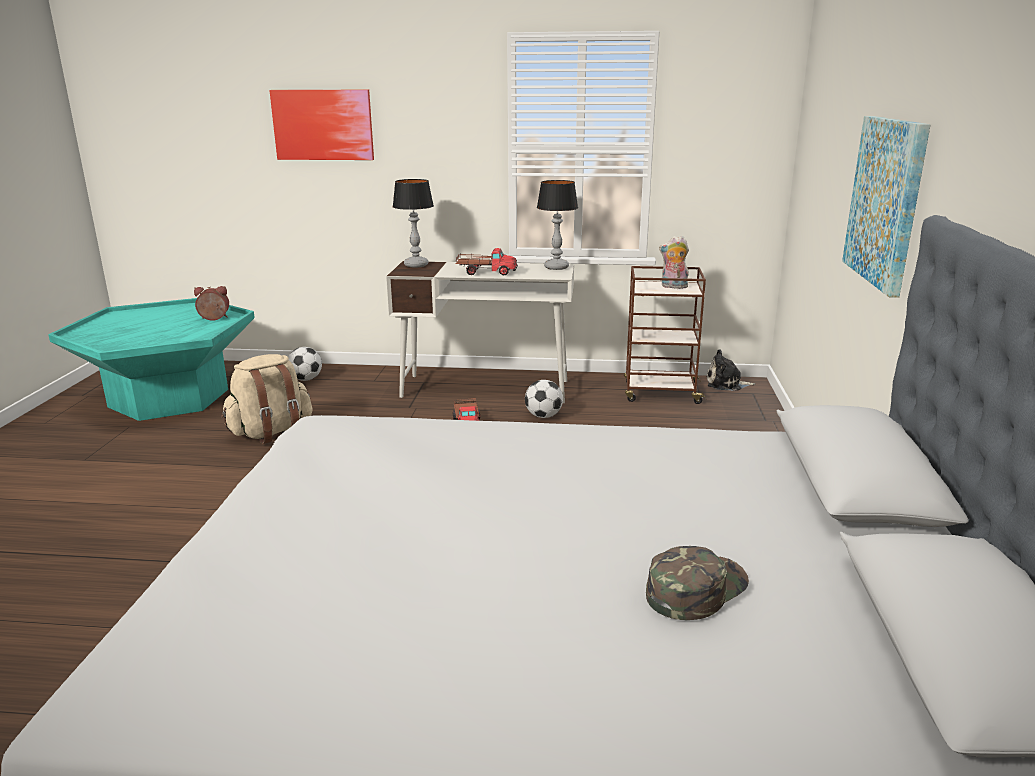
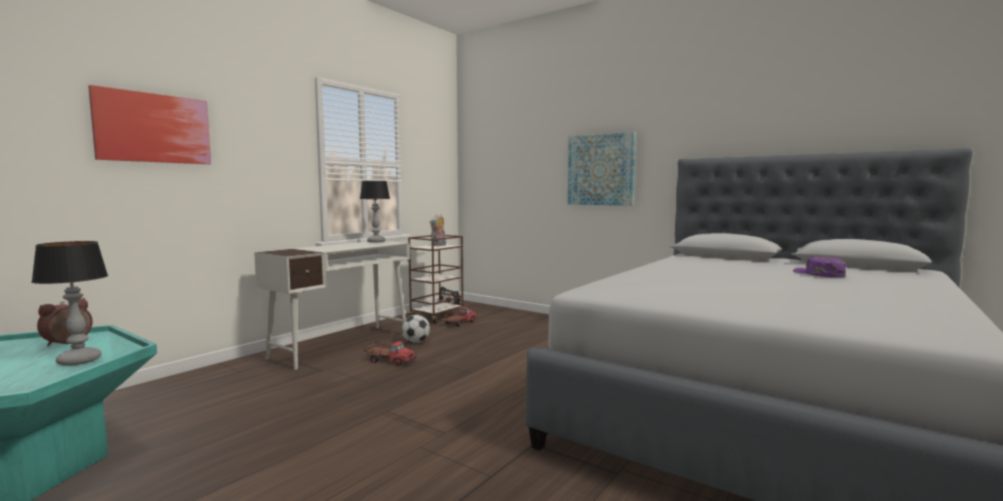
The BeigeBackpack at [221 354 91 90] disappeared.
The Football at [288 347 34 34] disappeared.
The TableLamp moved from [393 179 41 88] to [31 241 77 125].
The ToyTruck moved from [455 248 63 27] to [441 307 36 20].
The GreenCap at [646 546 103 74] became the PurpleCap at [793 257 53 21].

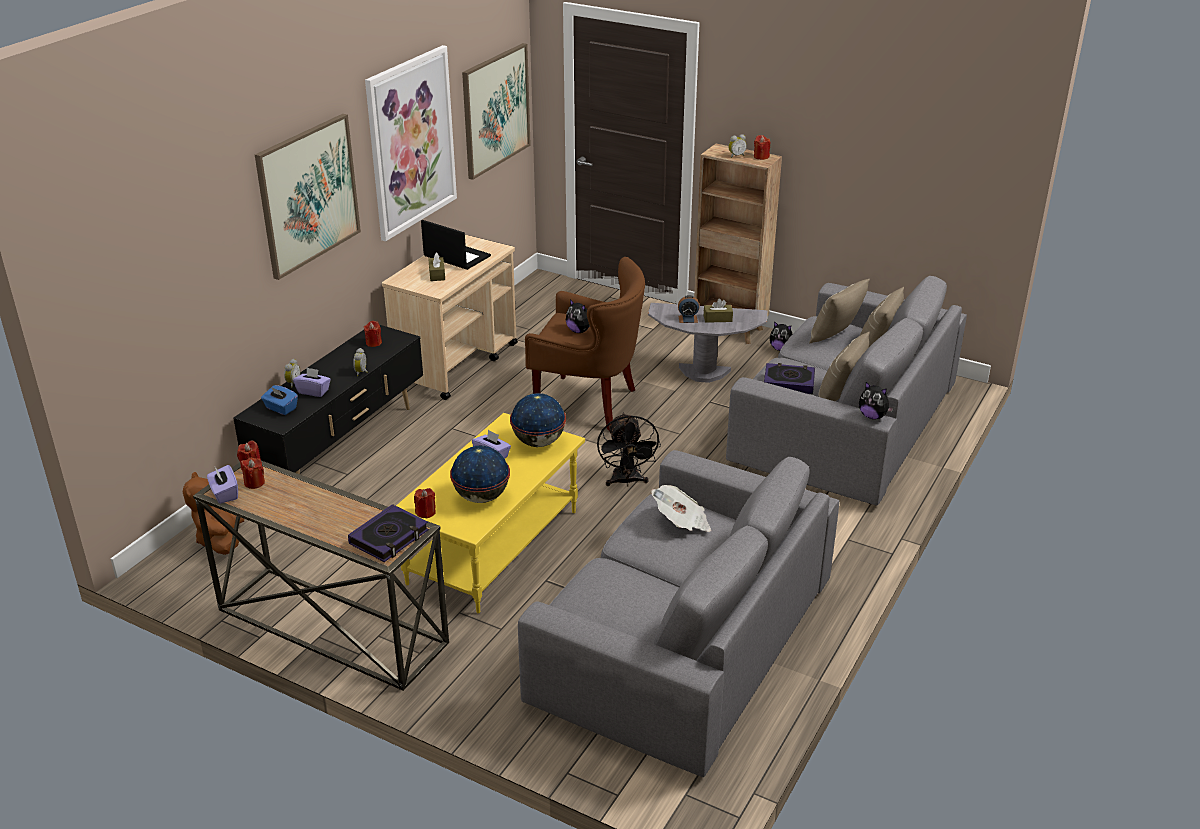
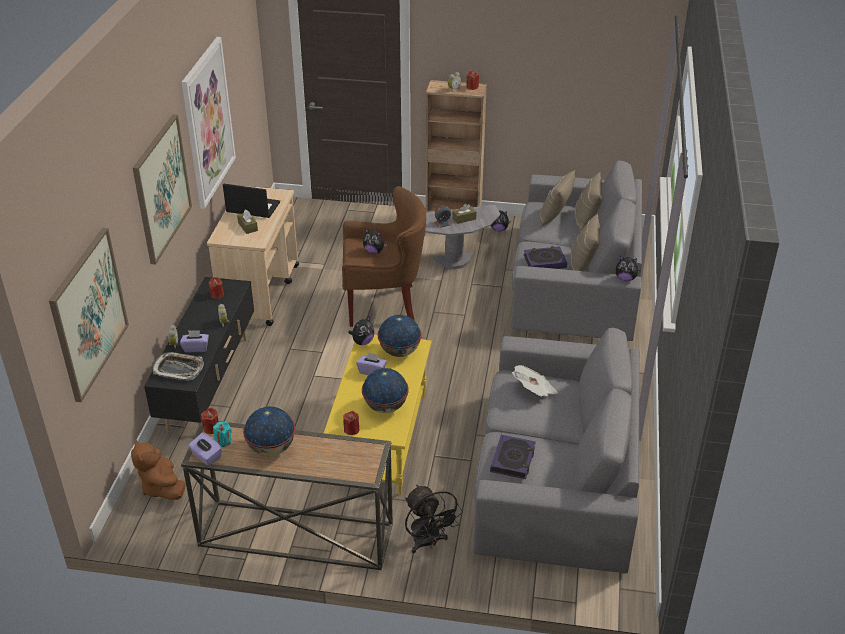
The RedCandle at [241 458 24 31] became the TurquoiseCandle at [213 421 19 26].
The BlueTissueBox at [261 385 37 30] was replaced by the Tray at [153 352 51 29].
The Book moved from [348 504 81 58] to [490 435 46 44].
The Picture moved from [462 43 69 137] to [49 228 80 174].
The BlackFan moved from [597 413 64 73] to [405 485 58 68].
The Globe at [243 406 52 50] appeared.
The PlushToy at [348 316 26 29] appeared.

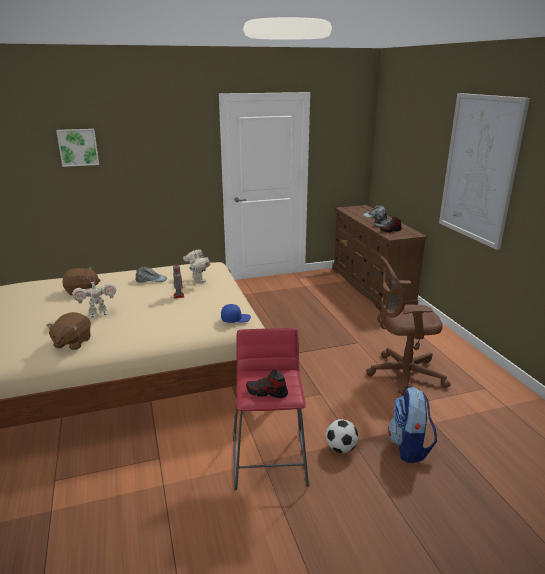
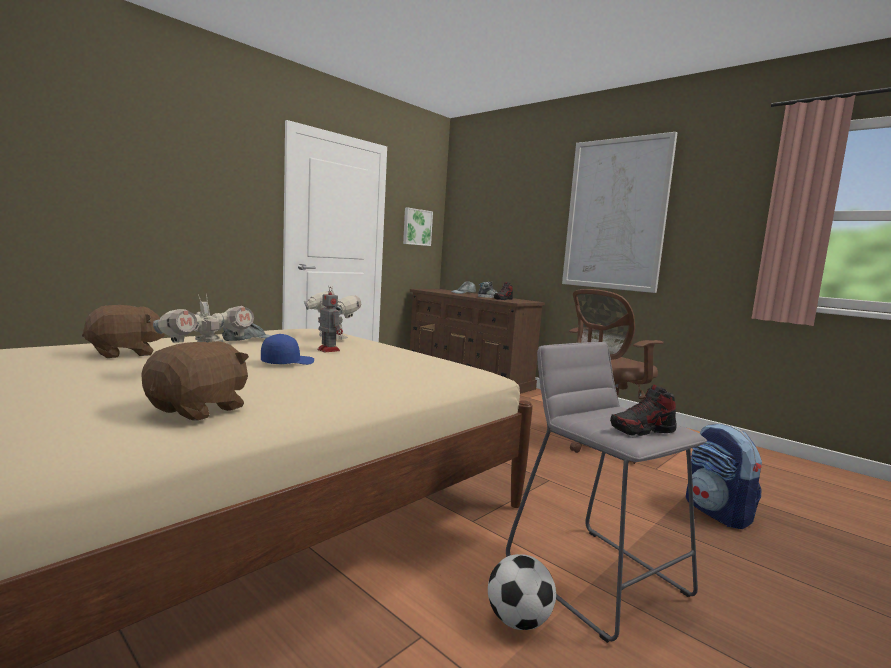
The BrownPlushToy at [46 312 45 38] turned 135 degrees counterclockwise.
The Picture moved from [56 129 43 38] to [403 208 30 38].
The BlueCap moved from [221 304 30 19] to [261 334 53 31].
The RedStool at [233 328 76 162] became the GreyStool at [506 342 201 301].
The Football moved from [325 419 33 34] to [488 554 68 76].

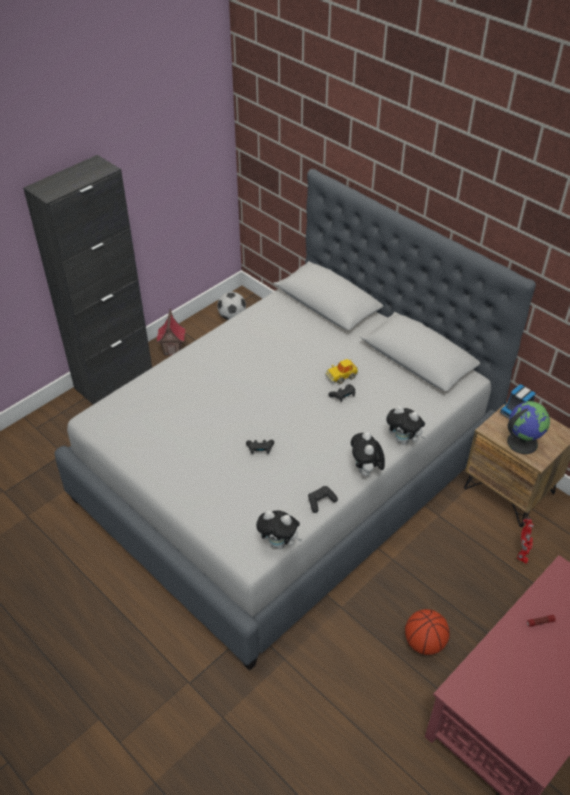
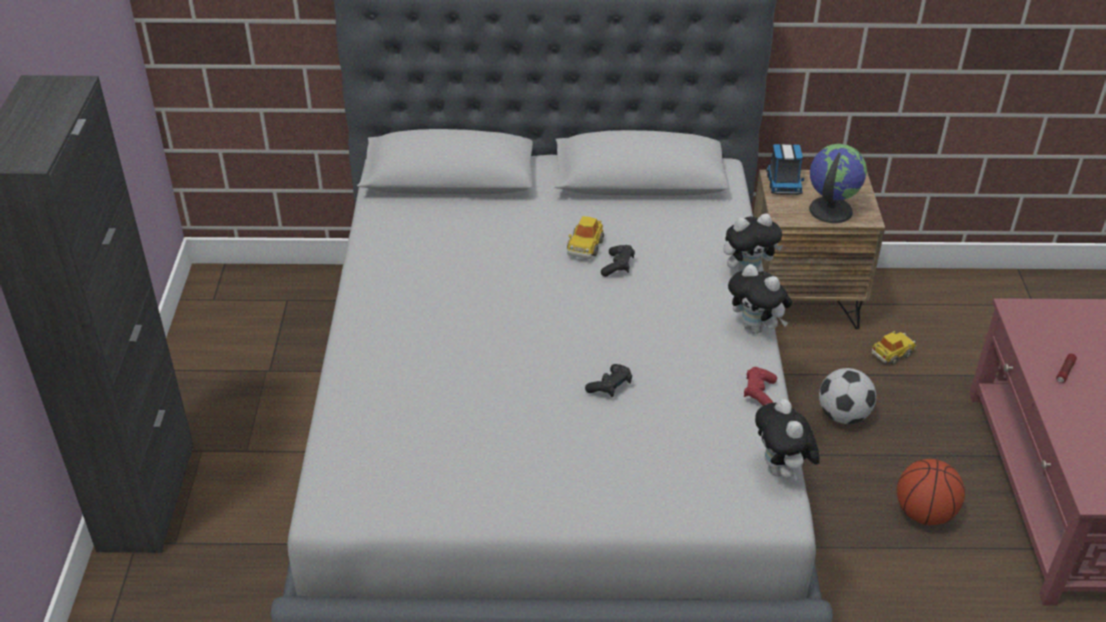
The ToyHouse at [156 309 30 47] disappeared.
The Football moved from [217 292 29 28] to [819 368 57 56].
The PlushToy at [256 510 47 39] turned 105 degrees clockwise.
The BlackGameController at [308 486 30 27] became the RedGameController at [744 367 33 39].
The ToyRobot at [517 517 17 47] was replaced by the ToyCar at [872 331 45 34].

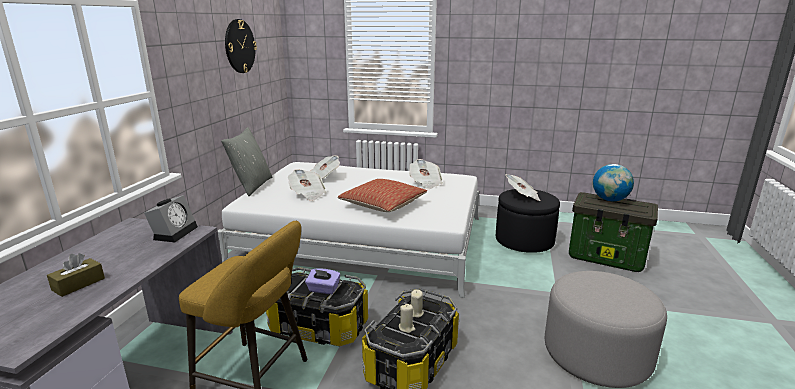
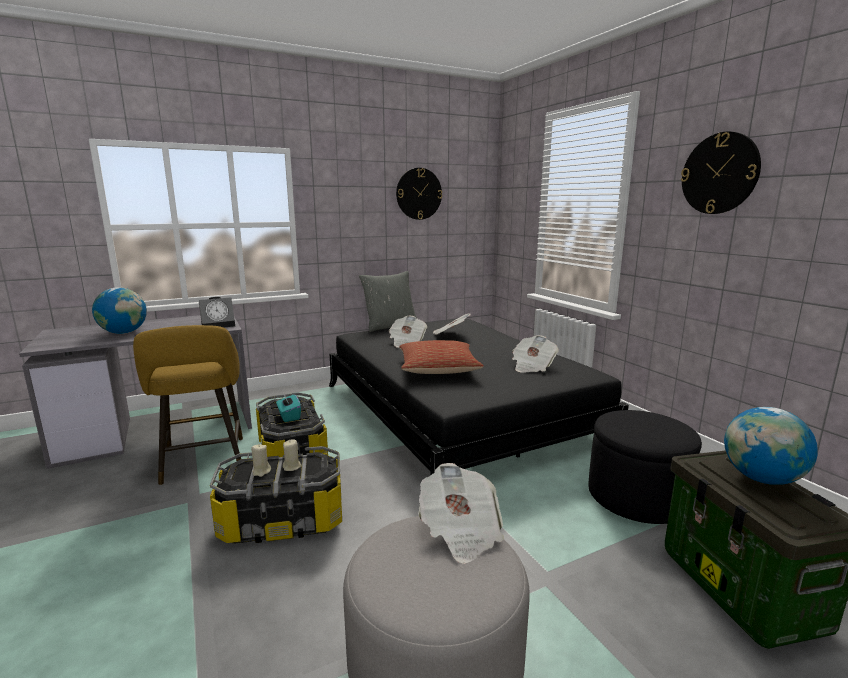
The BrownTissueBox at [47 253 58 44] was replaced by the Globe at [92 287 55 47].
The WhiteBed at [218 162 261 136] became the BlackBed at [329 319 300 156].
The PurpleTissueBox at [305 268 35 26] became the TurquoiseTissueBox at [276 392 25 30].
The Newspaper moved from [505 174 35 27] to [418 463 86 101].
The WallClock at [681 131 80 83] appeared.

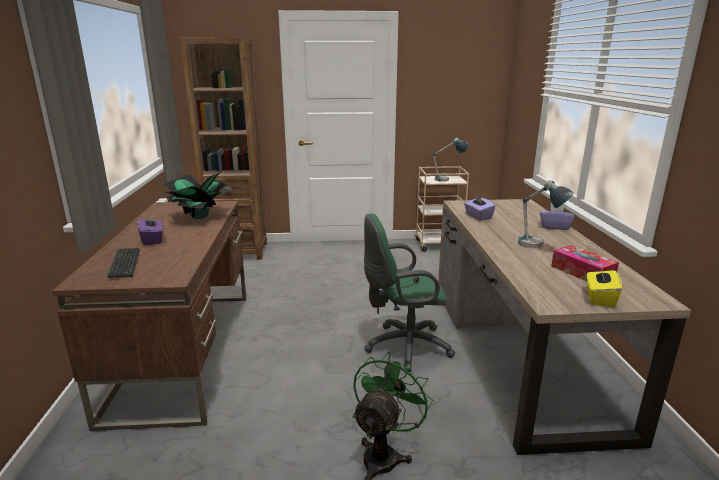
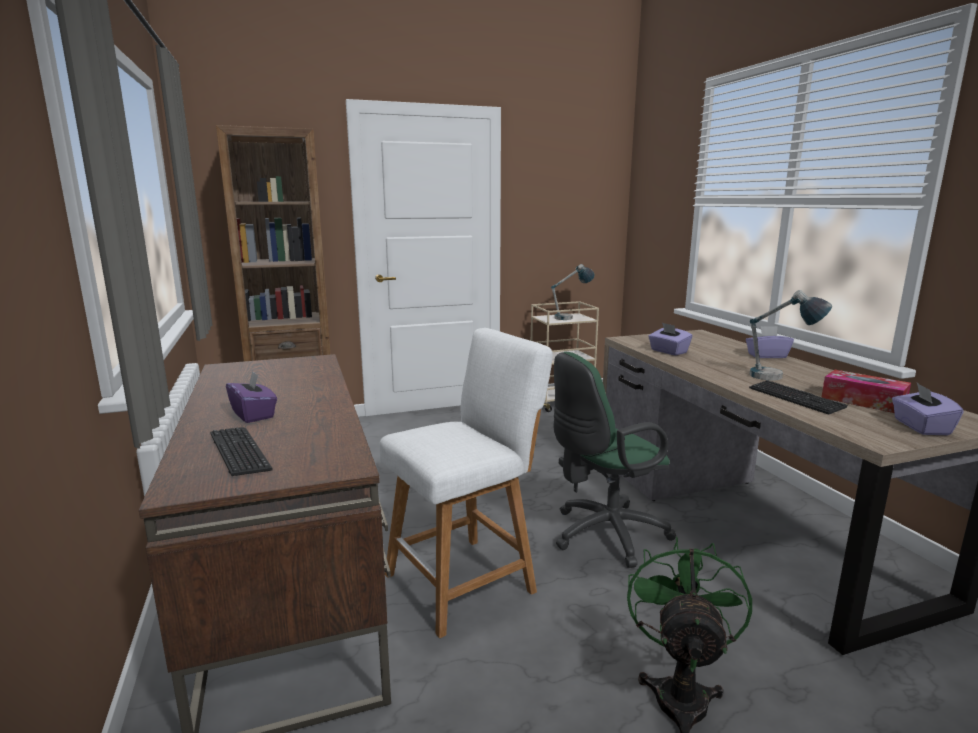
The PottedPlant at [162 170 67 49] disappeared.
The YellowTissueBox at [587 266 35 41] became the PurpleTissueBox at [892 383 72 52].
The WhiteStool at [379 328 174 310] appeared.
The Keyboard at [749 380 99 35] appeared.

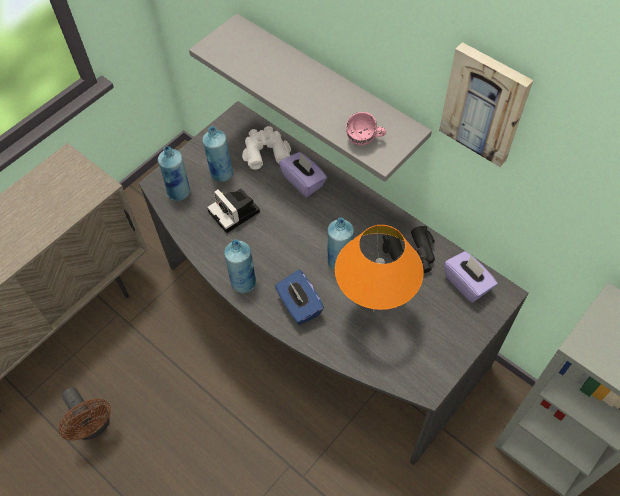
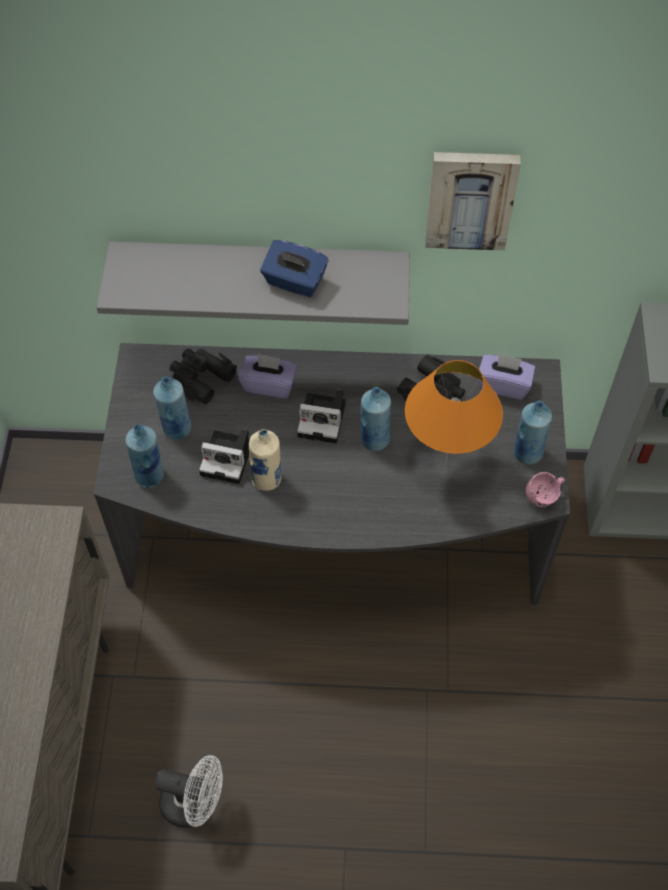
The BrownFan at [59 388 52 52] became the WhiteFan at [155 755 68 73].
The BlueBottle moved from [224 239 32 54] to [514 401 38 63].
The WhiteBinoculars at [242 126 49 44] became the BlackBinoculars at [169 349 68 55].
The BlueTissueBox moved from [275 269 49 56] to [260 240 68 57].
The PinkMug moved from [346 112 40 33] to [526 472 39 35].
The BeigeBottle at [249 429 33 62] appeared.
The PhotoCamera at [297 390 49 53] appeared.

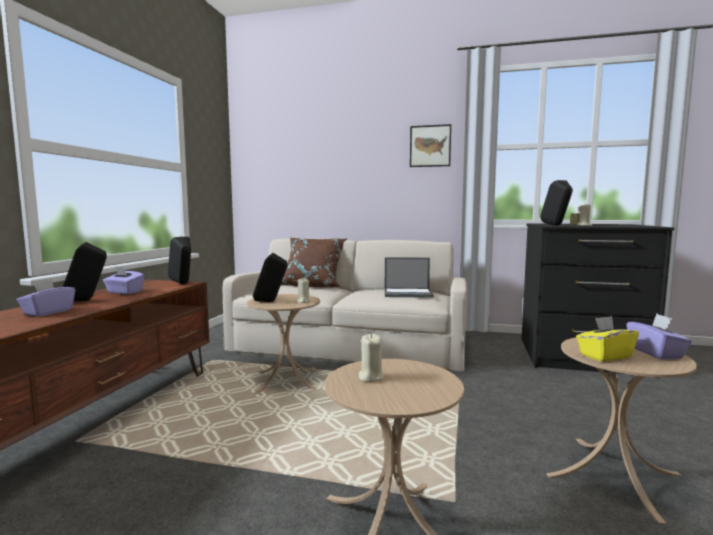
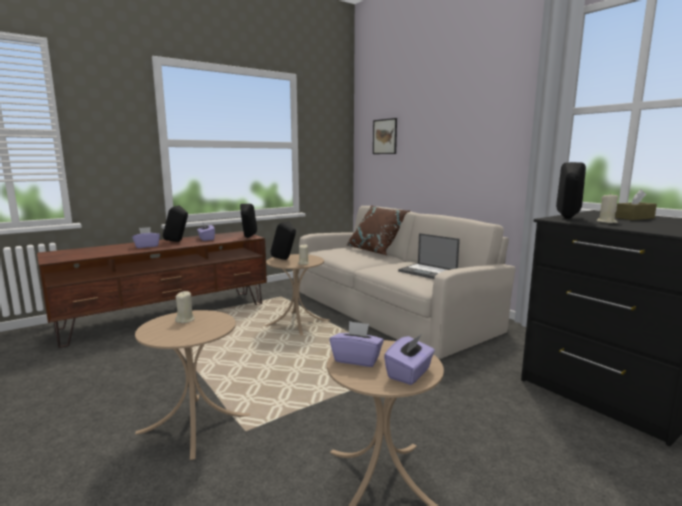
The Picture moved from [410 124 41 43] to [373 118 24 36].
The YellowTissueBox at [576 316 63 46] became the PurpleTissueBox at [330 321 54 46].

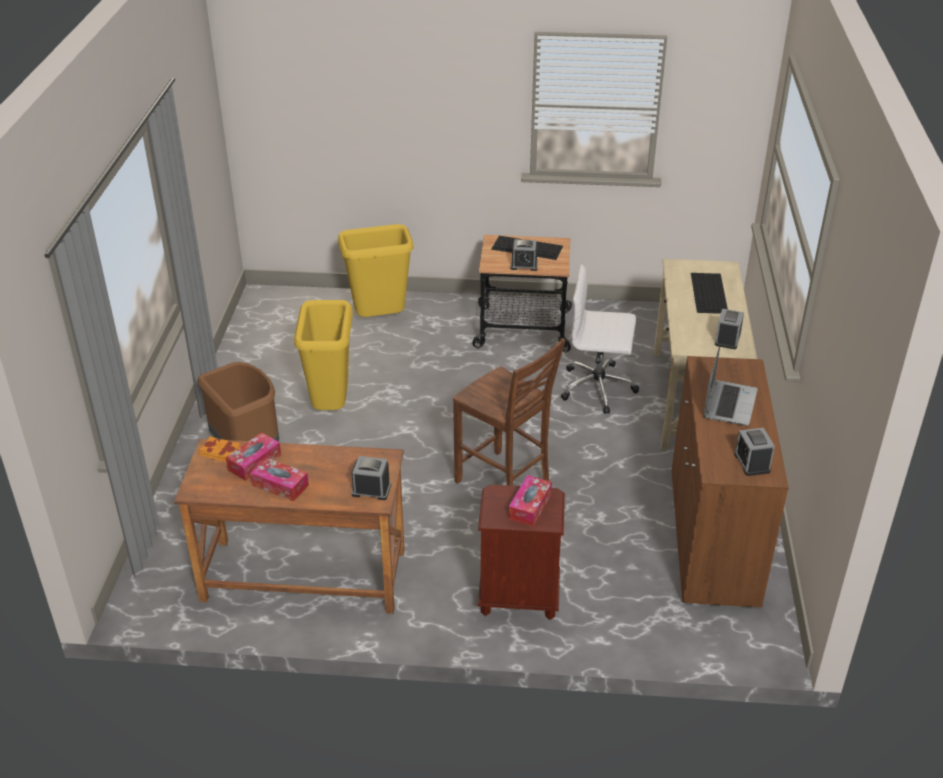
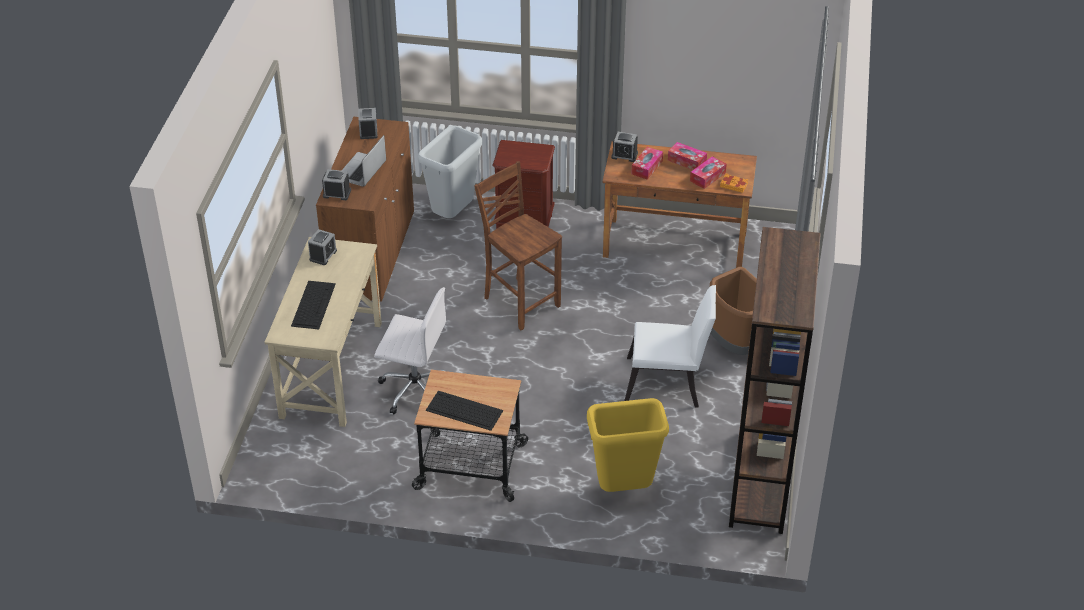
The YellowTrashCan at [294 300 59 110] was replaced by the WhiteChair at [624 285 92 123].
The TissueBox moved from [508 475 44 51] to [631 147 32 33].
The AlarmClock moved from [511 239 27 32] to [322 169 29 31].
The GreyTrashCan at [418 125 64 93] appeared.
The BrownBookcase at [729 227 92 307] appeared.

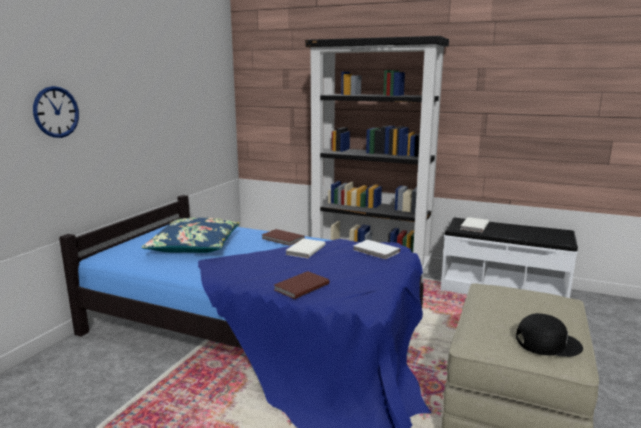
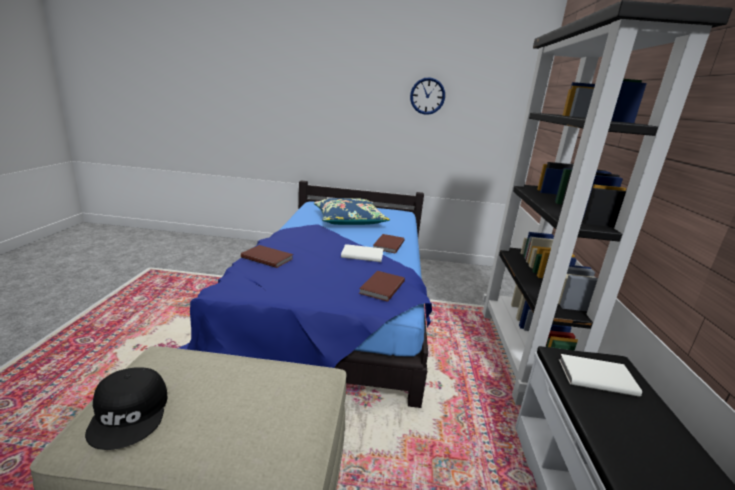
The WallClock moved from [33 86 46 52] to [410 77 35 38].
The WhiteBook at [353 240 47 19] became the BrownBook at [359 271 46 31].

